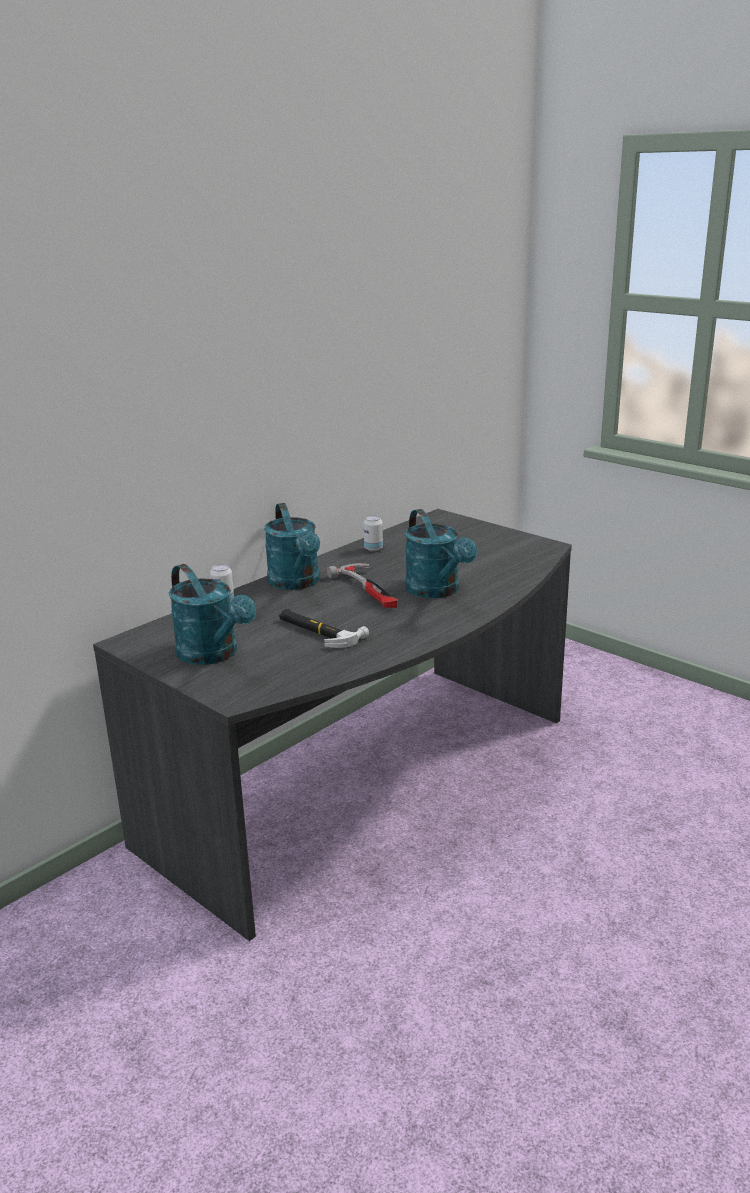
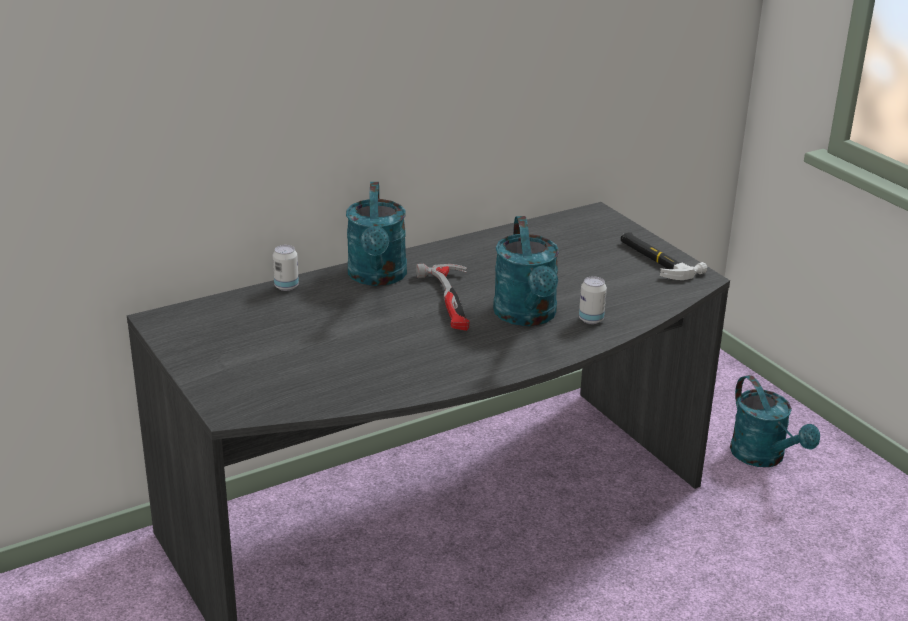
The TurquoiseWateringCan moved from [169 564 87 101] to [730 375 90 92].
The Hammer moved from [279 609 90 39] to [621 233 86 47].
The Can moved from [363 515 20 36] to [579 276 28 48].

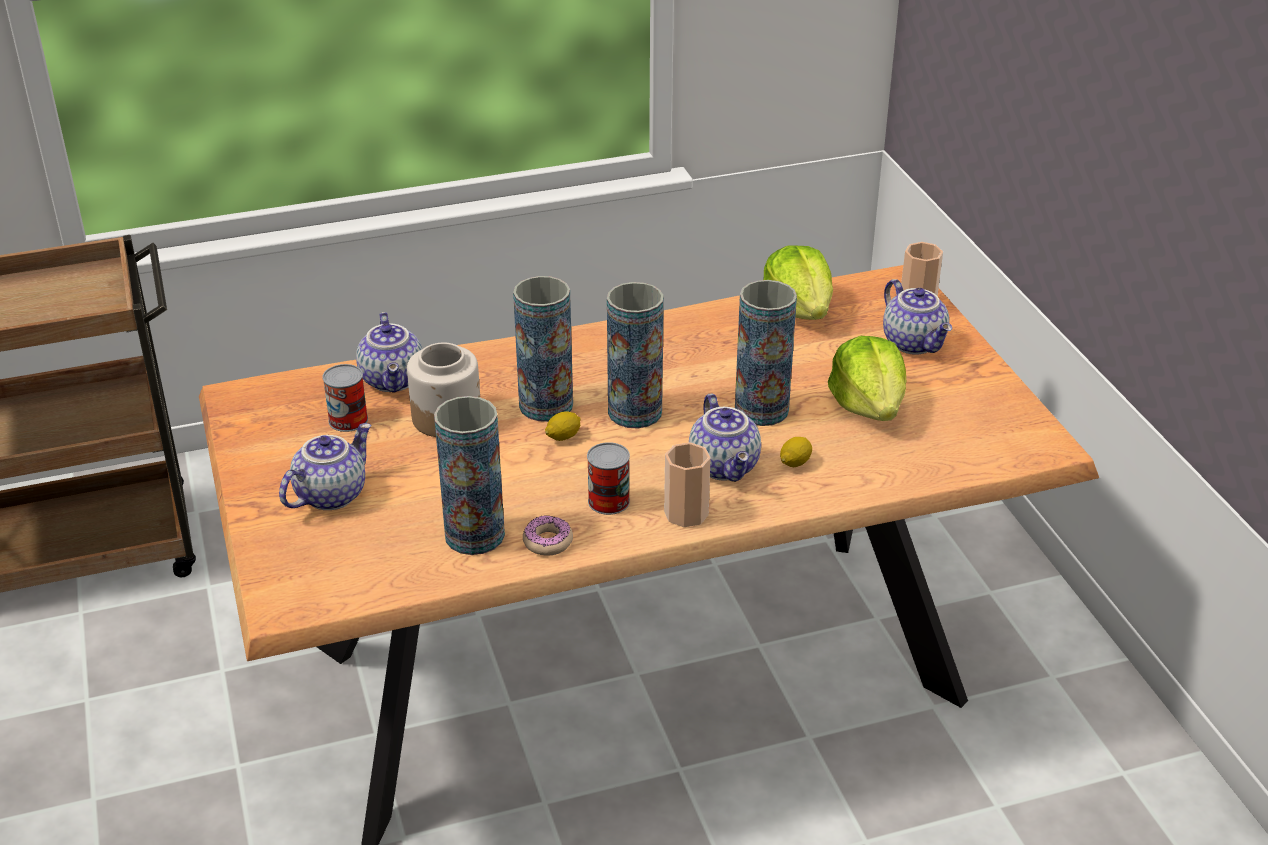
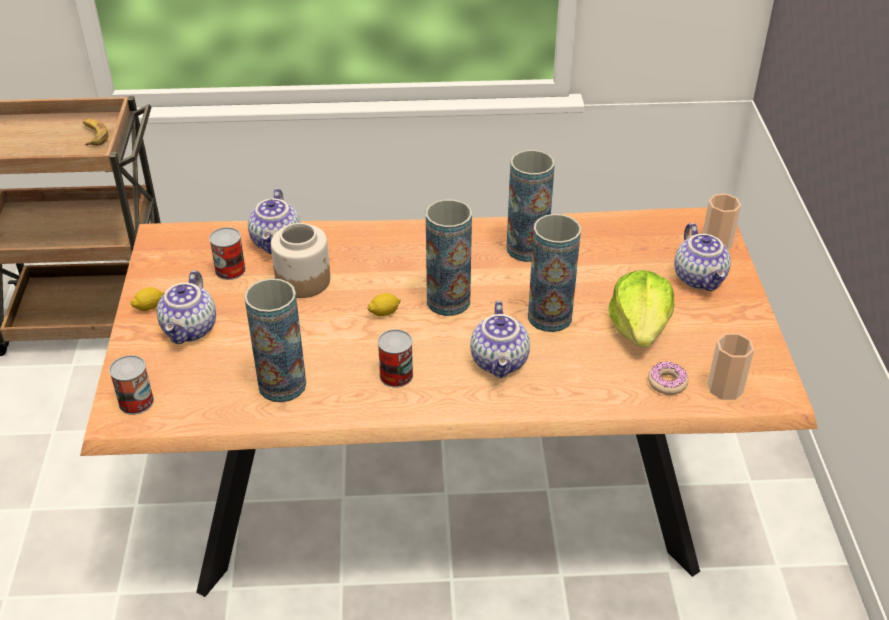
The Teapot at [279 423 92 87] turned 135 degrees clockwise.
The Vase moved from [513 276 60 146] to [506 150 49 112].
The Donut moved from [523 515 50 41] to [648 361 40 34].
The Cup moved from [664 442 47 85] to [708 333 46 67].
The Lettuce at [763 245 70 75] disappeared.
The Lemon moved from [780 437 32 30] to [130 287 35 24].
The Banana at [83 119 26 27] appeared.
The Can at [109 355 45 60] appeared.

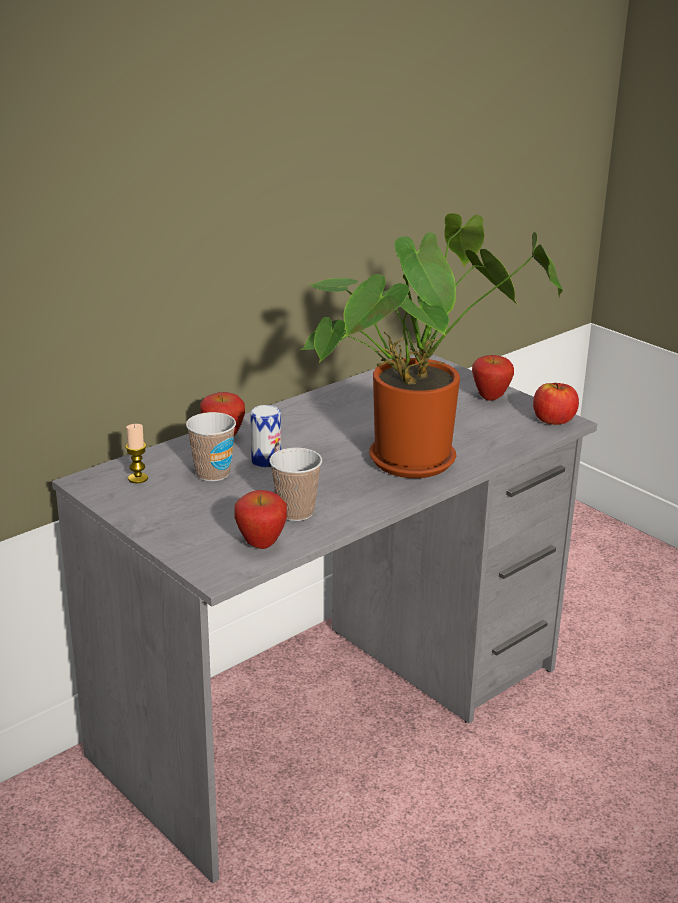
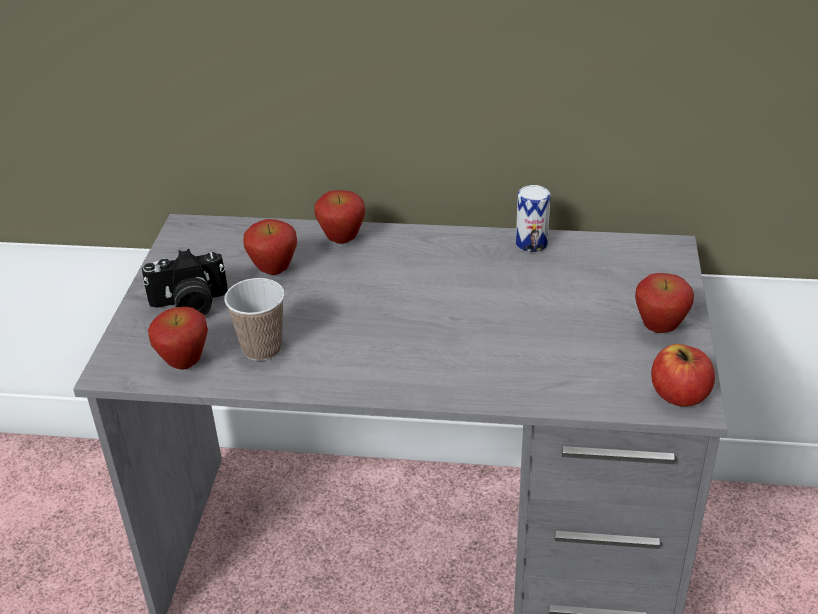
The Candle at [126 424 22 59] disappeared.
The Cup at [186 412 50 70] was replaced by the Apple at [243 219 54 56].
The Can moved from [250 405 31 63] to [516 185 35 67].
The PottedPlant at [300 213 263 265] disappeared.
The PhotoCamera at [142 249 86 67] appeared.

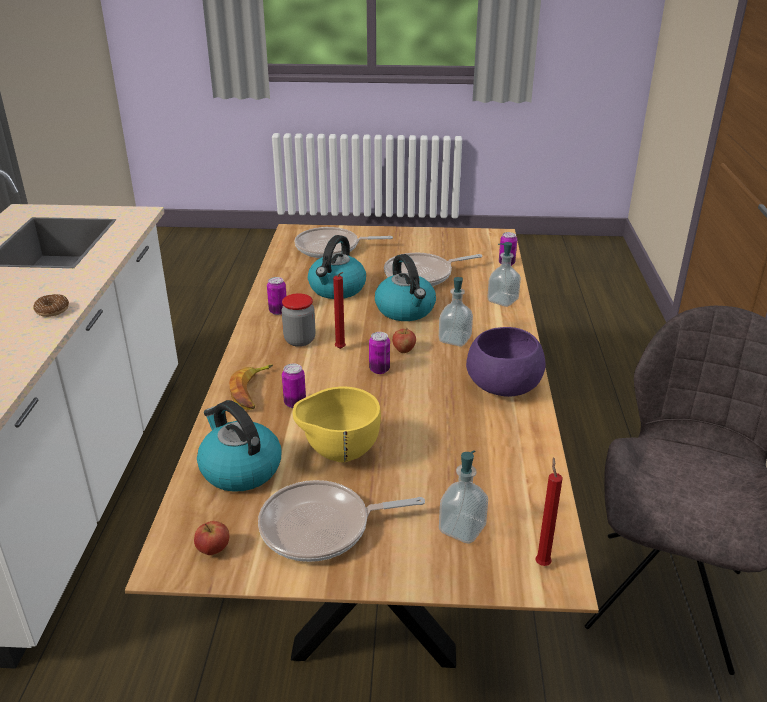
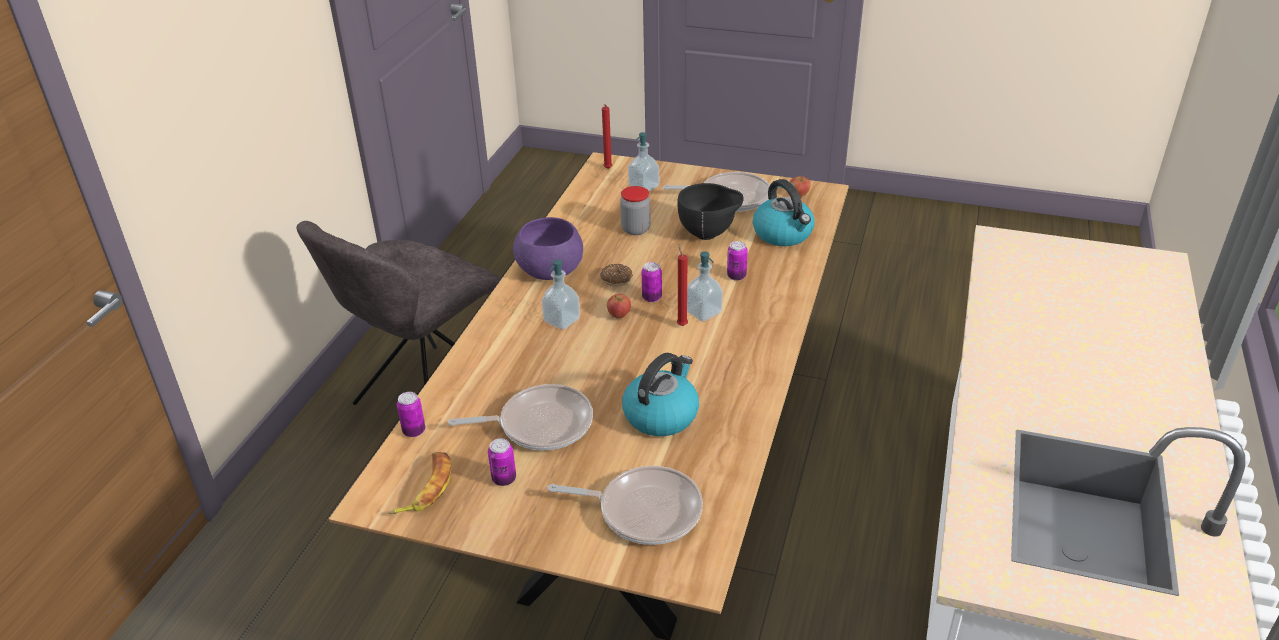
The Donut moved from [33 294 36 23] to [600 264 33 23].
The Banana moved from [229 364 44 46] to [388 452 63 62].
The Can moved from [267 277 19 38] to [488 438 28 48].
The Jar moved from [282 293 34 54] to [620 186 31 49].
The YellowBowl at [293 387 88 75] became the BlackBowl at [677 183 66 57].
The Kettle at [375 254 61 67] disappeared.
The SoapDispenser moved from [487 242 34 65] to [687 251 36 71].

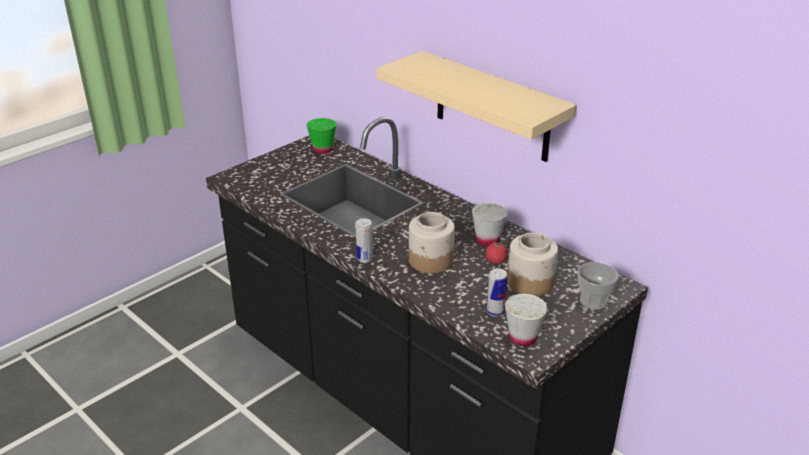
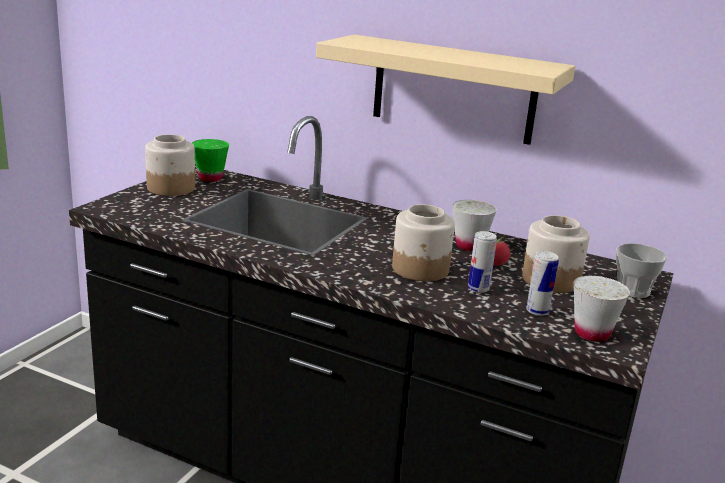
The Can moved from [355 218 18 45] to [468 231 29 62].
The Jar at [145 134 50 62] appeared.

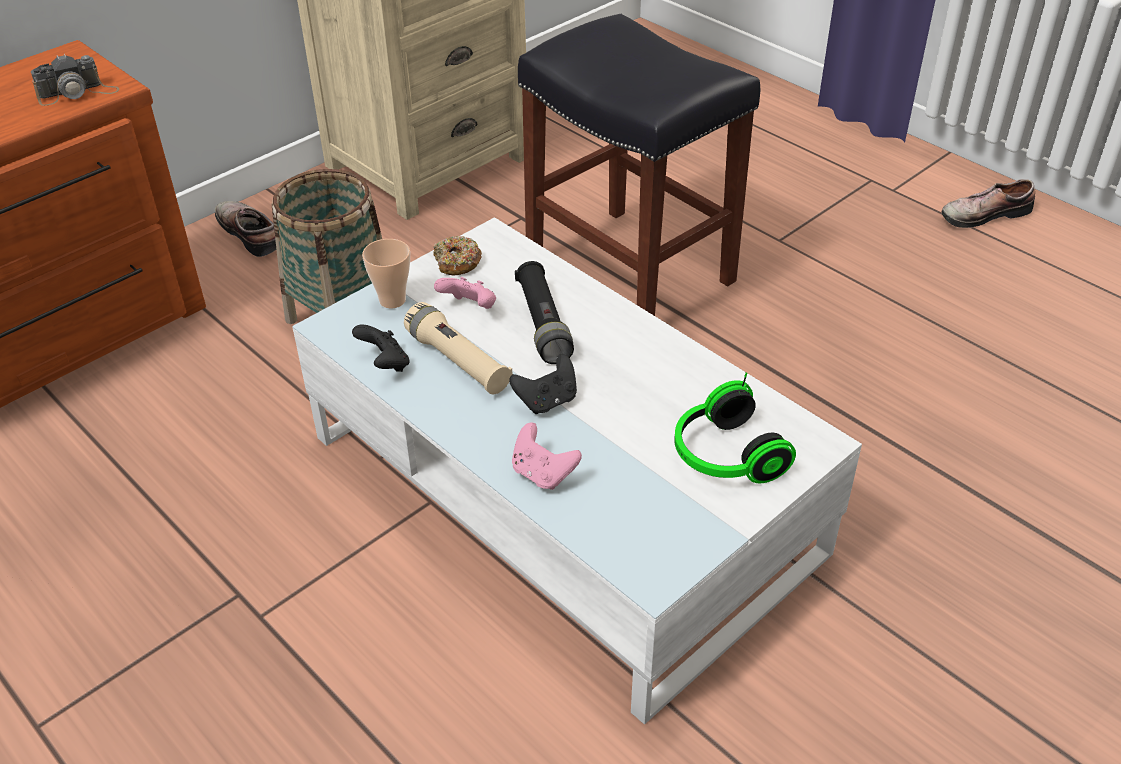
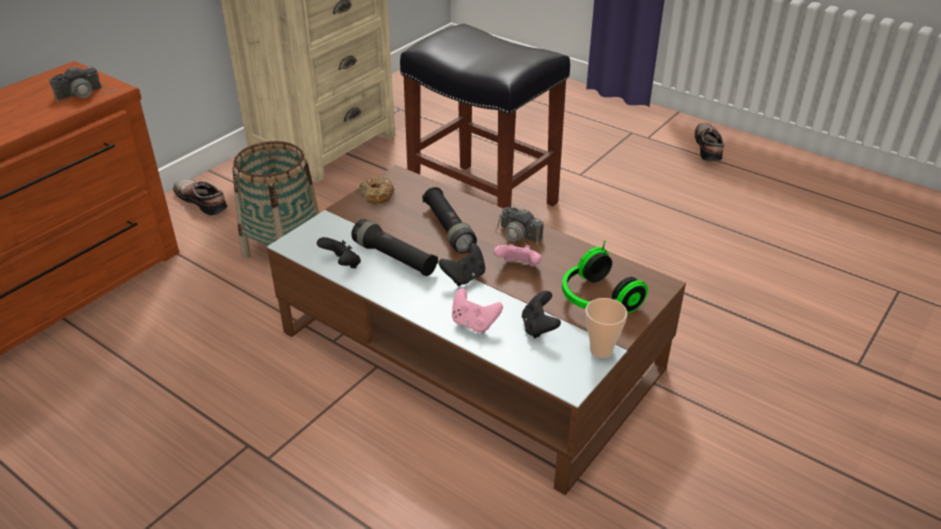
The WhiteCoffeeTable at [292 217 570 507] became the BrownCoffeeTable at [267 165 419 330].
The Cup moved from [362 239 48 69] to [585 298 42 60].
The BeigeFlashlight at [404 302 109 92] became the BlackFlashlight at [351 219 87 57].
The PinkGameController moved from [434 277 62 32] to [494 244 48 22].
The Shoe at [942 179 93 49] turned 120 degrees clockwise.
The PhotoCamera at [495 207 49 46] appeared.
The BlackGameController at [522 291 39 47] appeared.

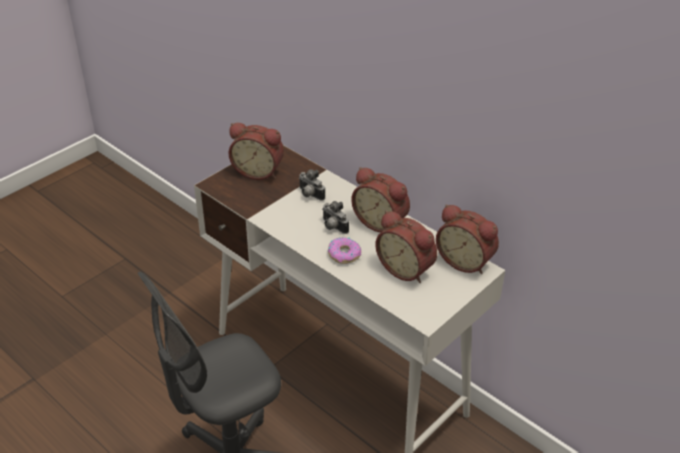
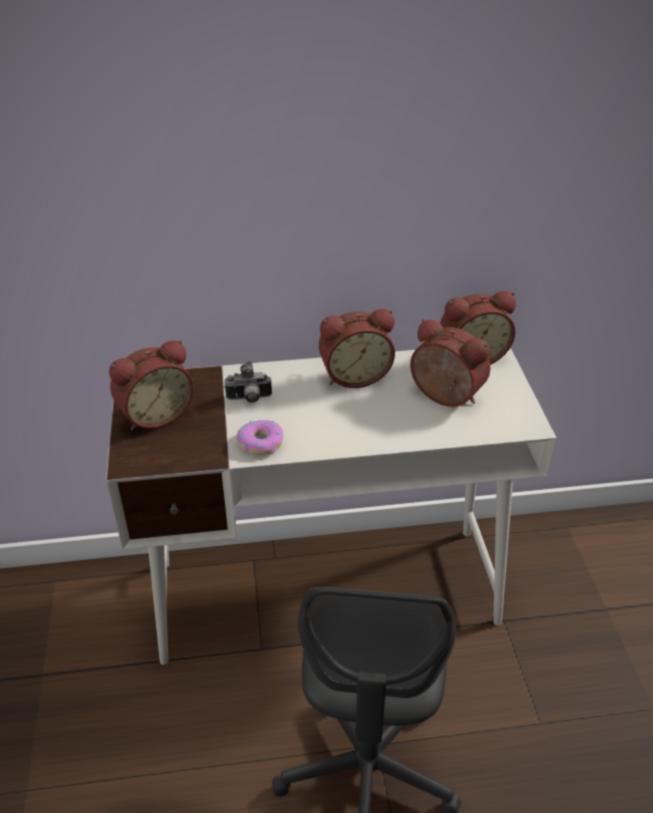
The PhotoCamera at [322 201 27 33] disappeared.
The Donut moved from [328 237 33 27] to [237 420 46 35].
The AlarmClock at [375 211 62 72] turned 135 degrees counterclockwise.

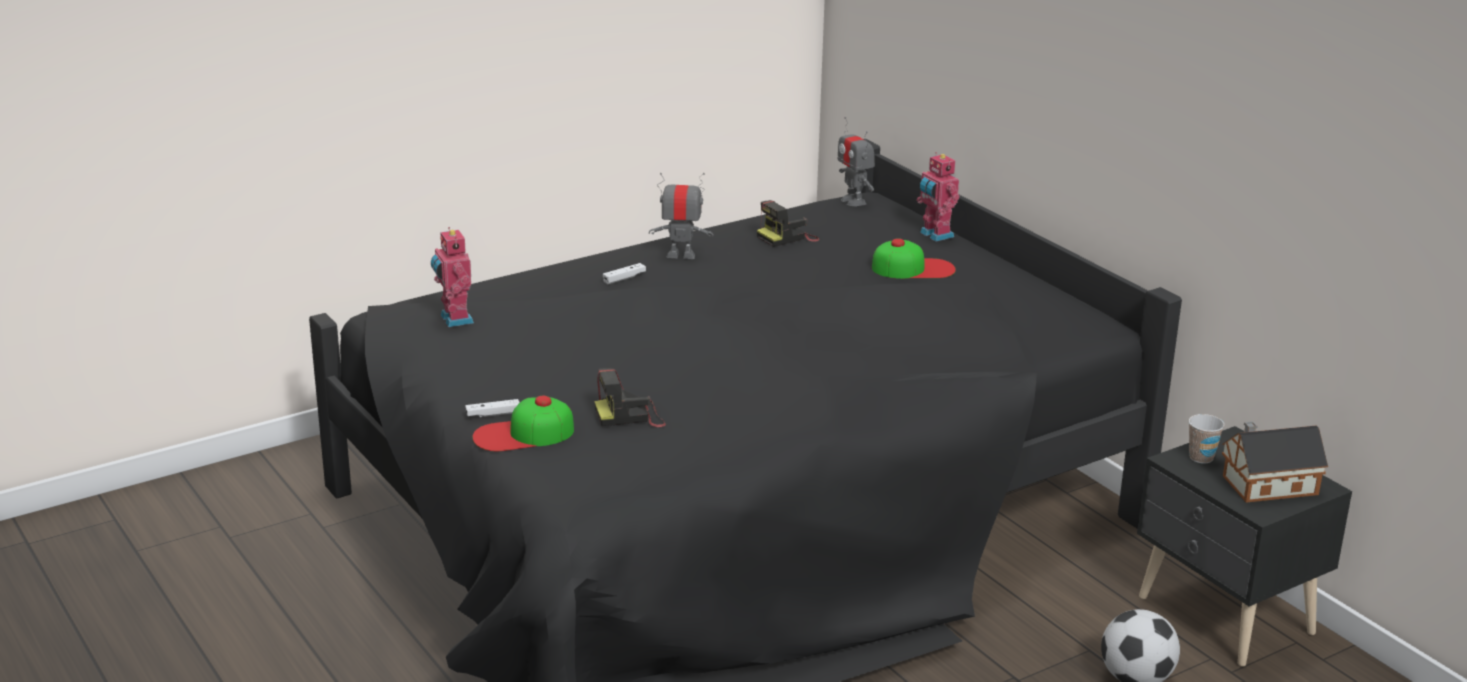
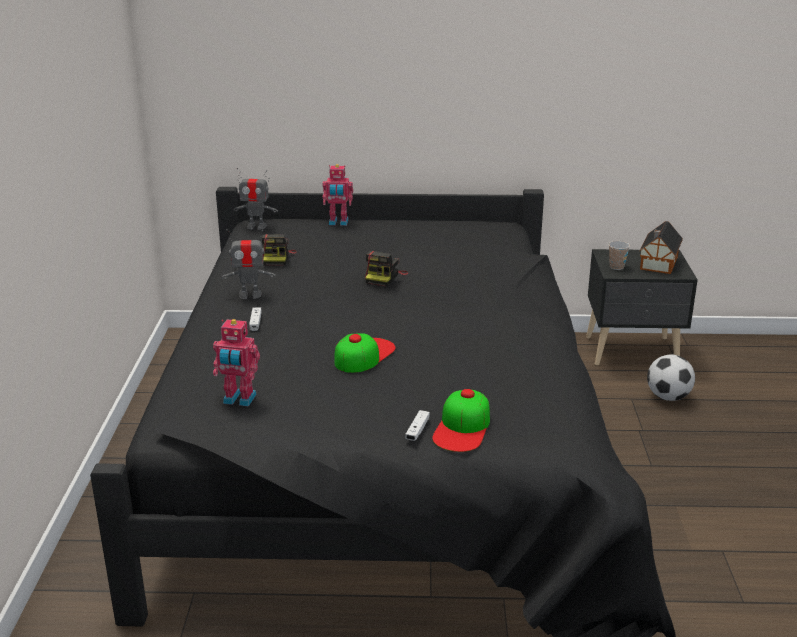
The PhotoCamera moved from [594 368 72 59] to [365 251 43 36].
The ToyRobot at [649 173 65 86] turned 135 degrees counterclockwise.
The Cap moved from [872 238 84 41] to [334 333 62 40].

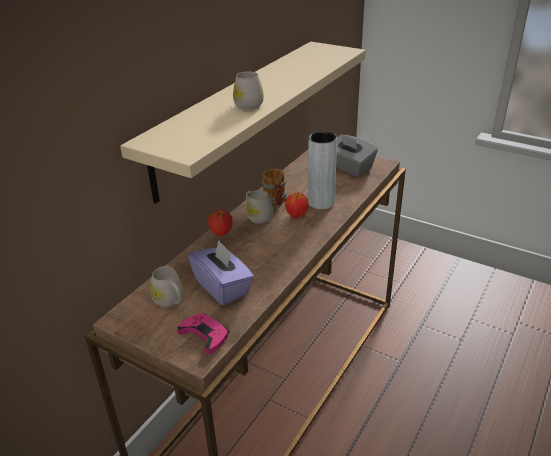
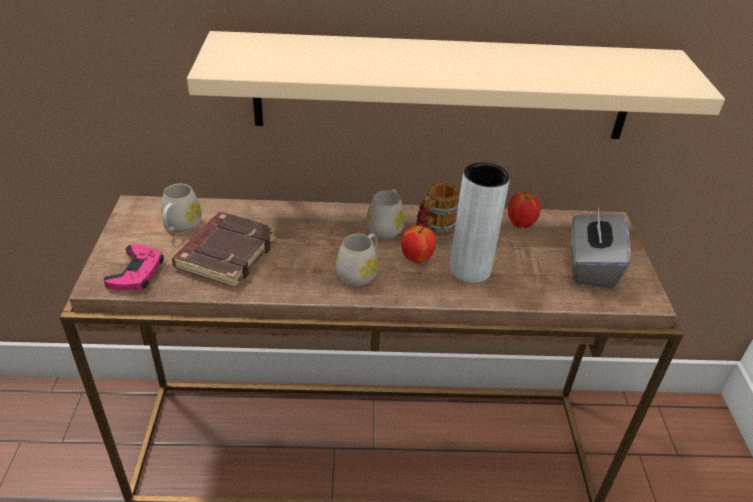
The PurpleTissueBox at [188 240 66 66] was replaced by the BrownBook at [172 212 105 76].
The Apple moved from [208 209 25 27] to [508 193 33 35].
The WhiteMug moved from [233 71 31 39] to [336 234 42 52].

